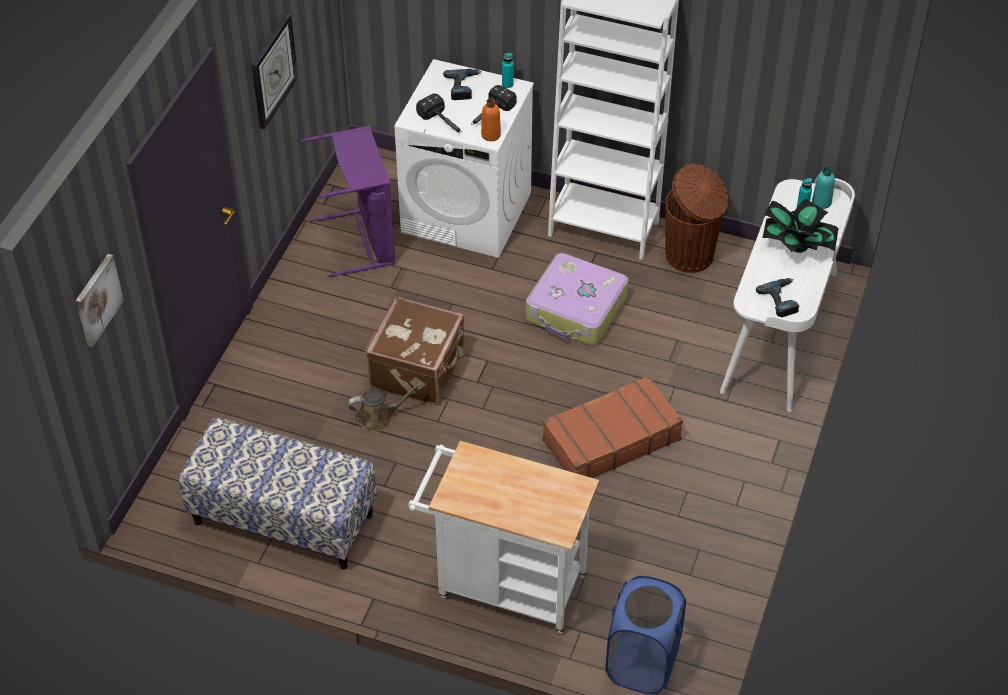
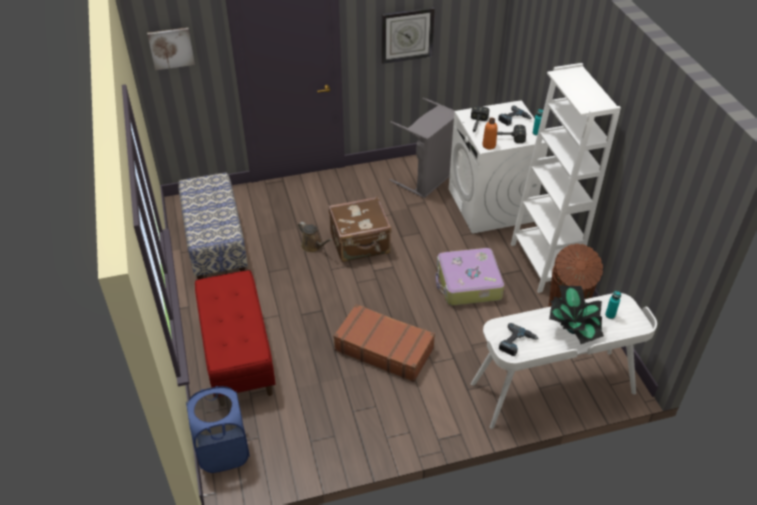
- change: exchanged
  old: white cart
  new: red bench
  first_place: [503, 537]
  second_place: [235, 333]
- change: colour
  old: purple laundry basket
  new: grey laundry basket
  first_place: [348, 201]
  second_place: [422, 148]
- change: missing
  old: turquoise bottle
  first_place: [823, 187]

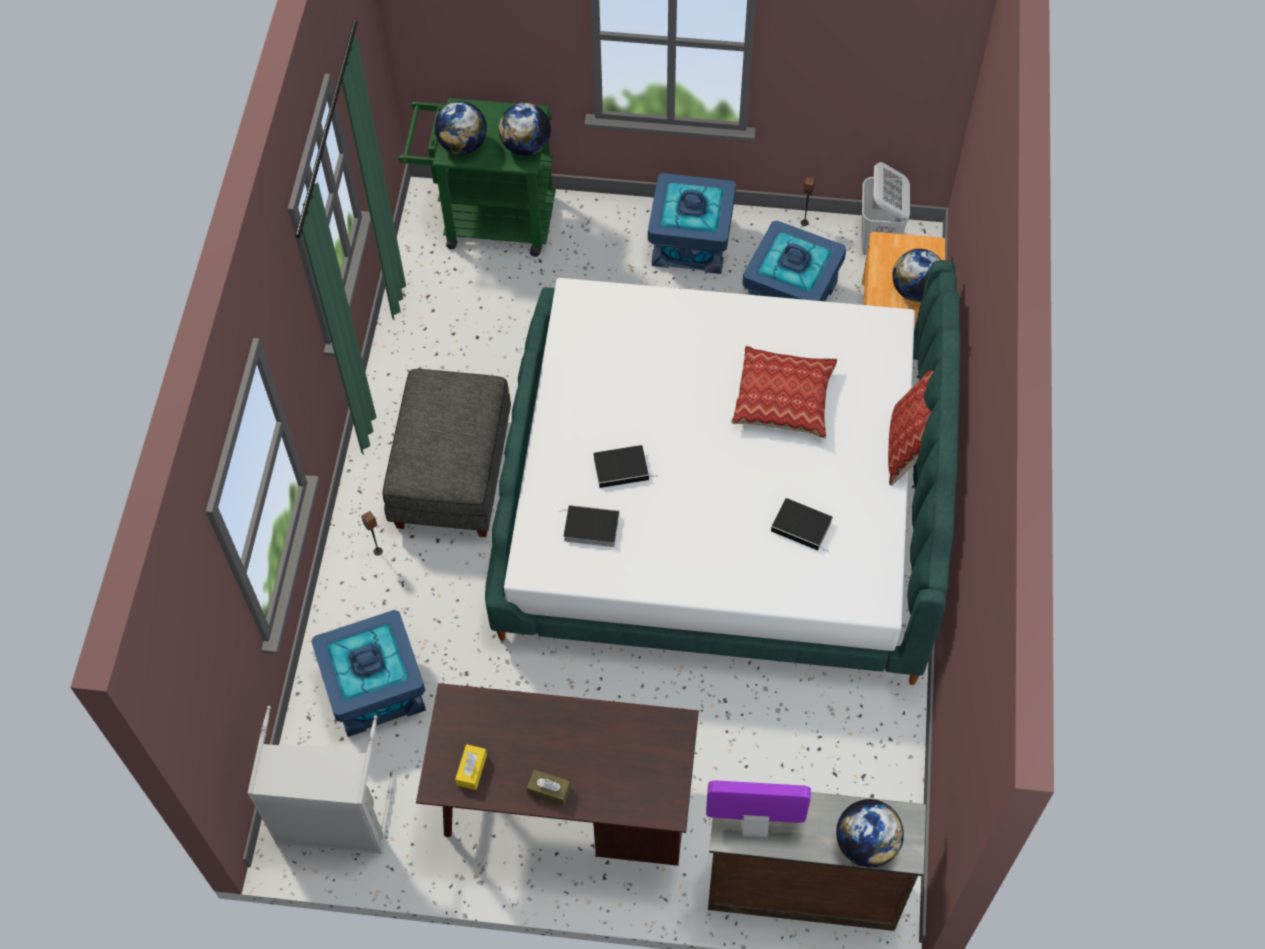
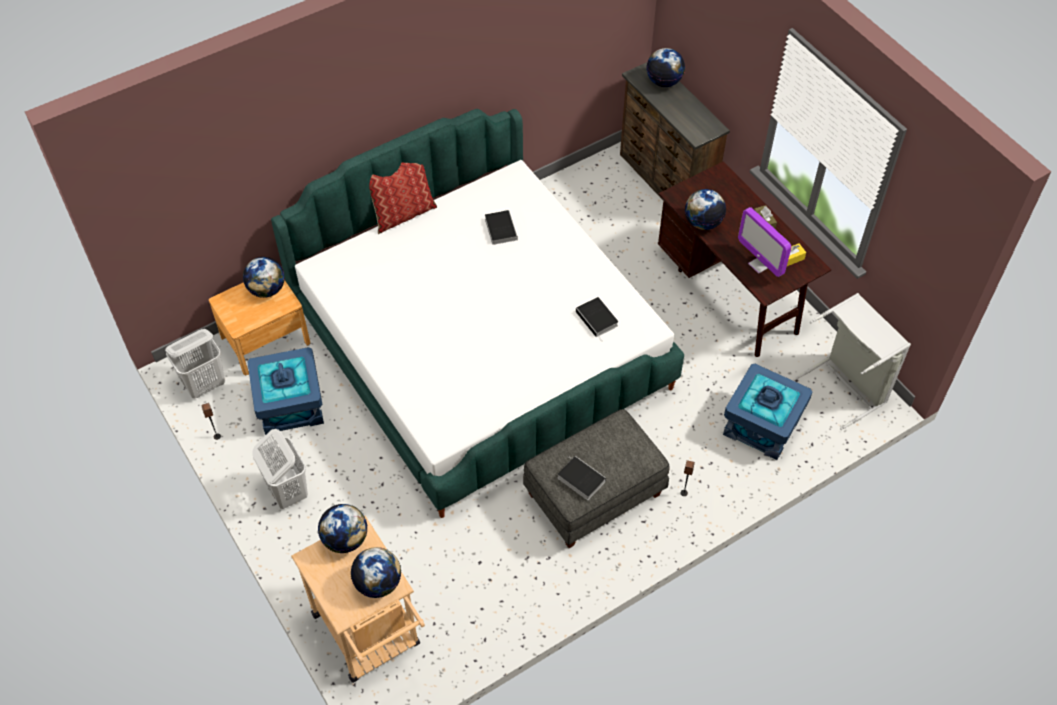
- change: exchanged
  old: blue storage box
  new: white laundry basket
  first_place: [692, 223]
  second_place: [280, 469]
- change: colour
  old: green cart
  new: beige cart
  first_place: [477, 177]
  second_place: [358, 599]
- change: relocated
  old: book
  first_place: [625, 466]
  second_place: [582, 478]
- change: appeared
  new: globe
  second_place: [705, 209]
- change: relocated
  old: monitor
  first_place: [758, 809]
  second_place: [764, 242]
- change: missing
  old: pillow
  first_place: [784, 392]

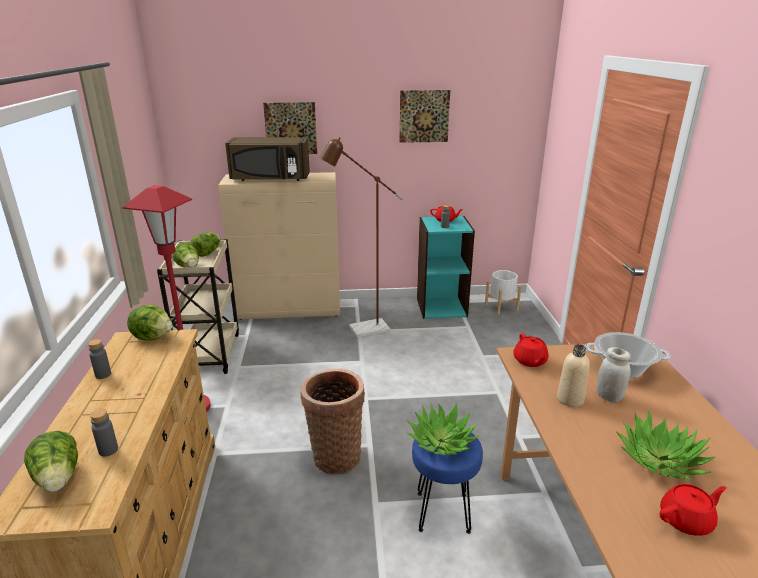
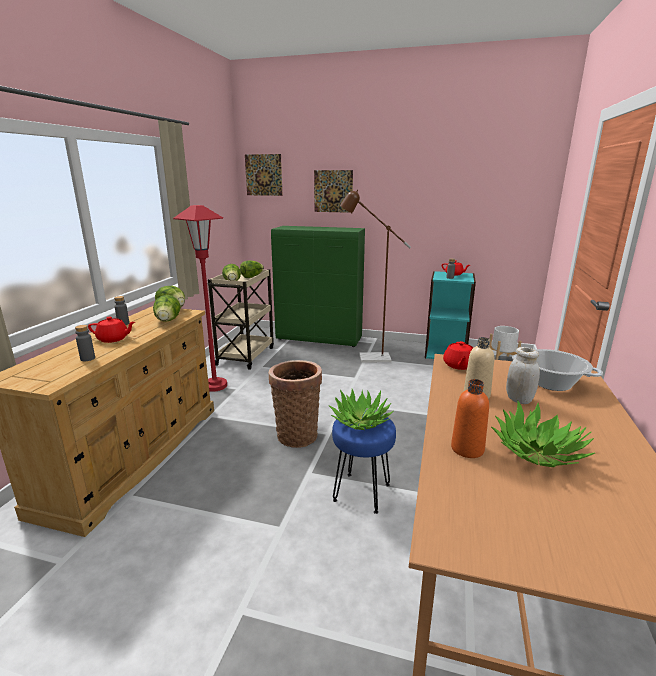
- change: relocated
  old: red teapot
  first_place: [693, 510]
  second_place: [111, 330]
- change: relocated
  old: lettuce
  first_place: [51, 461]
  second_place: [167, 308]
- change: relocated
  old: picture
  first_place: [424, 116]
  second_place: [264, 175]
- change: colour
  old: beige cabinet
  new: green cabinet
  first_place: [279, 246]
  second_place: [318, 286]
- change: appeared
  new: orange bottle
  second_place: [470, 418]
- change: missing
  old: brown microwave
  first_place: [267, 159]

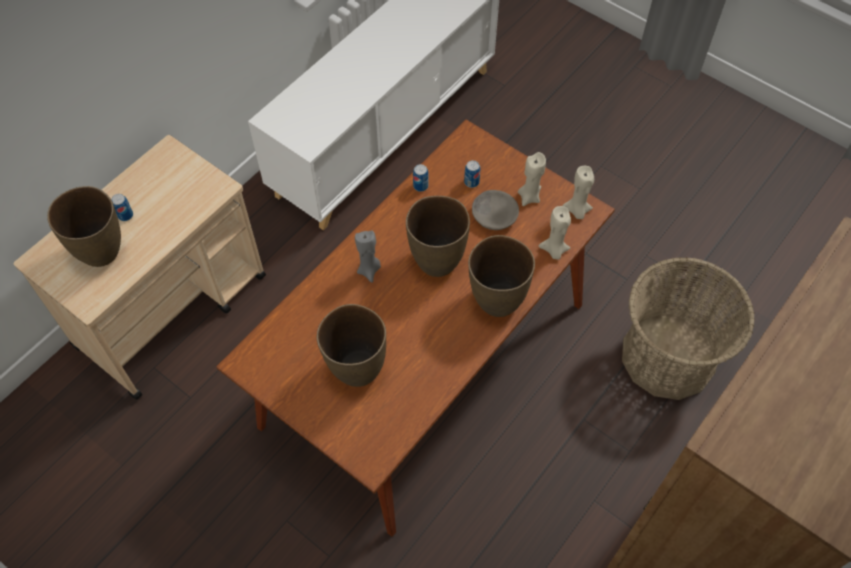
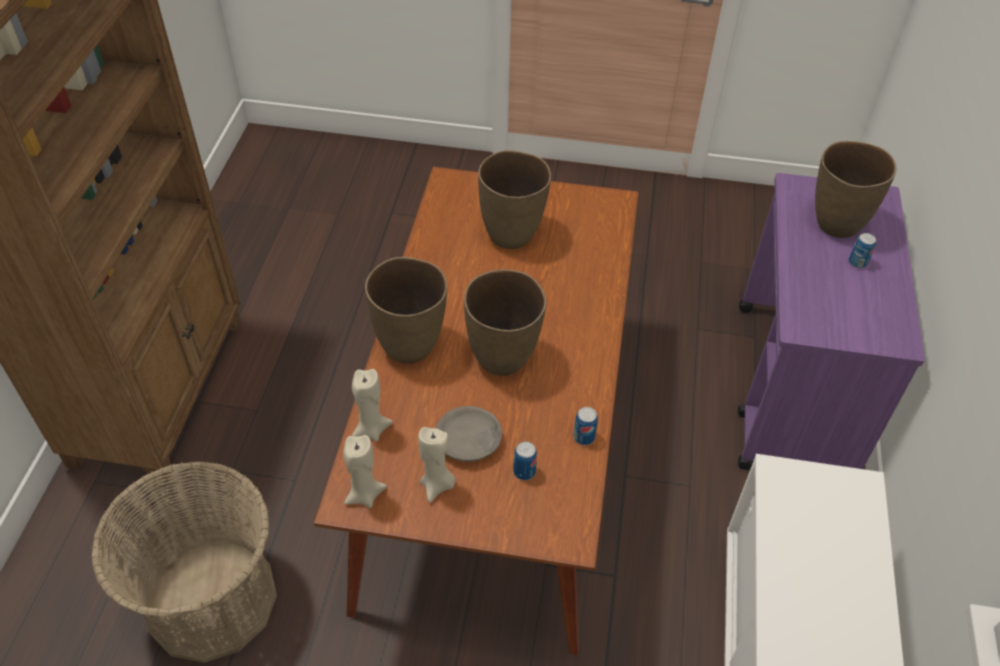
- change: colour
  old: beige cart
  new: purple cart
  first_place: [140, 267]
  second_place: [831, 321]
- change: missing
  old: grey candle
  first_place: [368, 257]

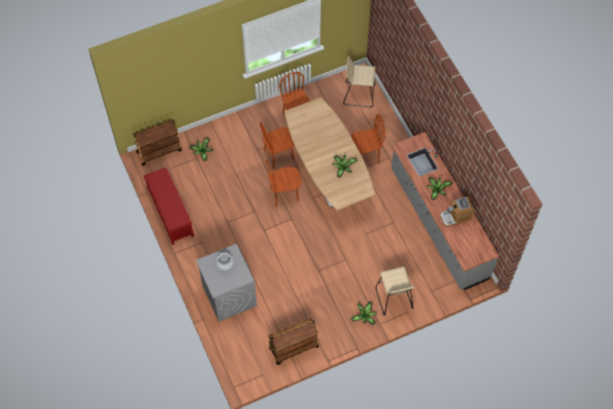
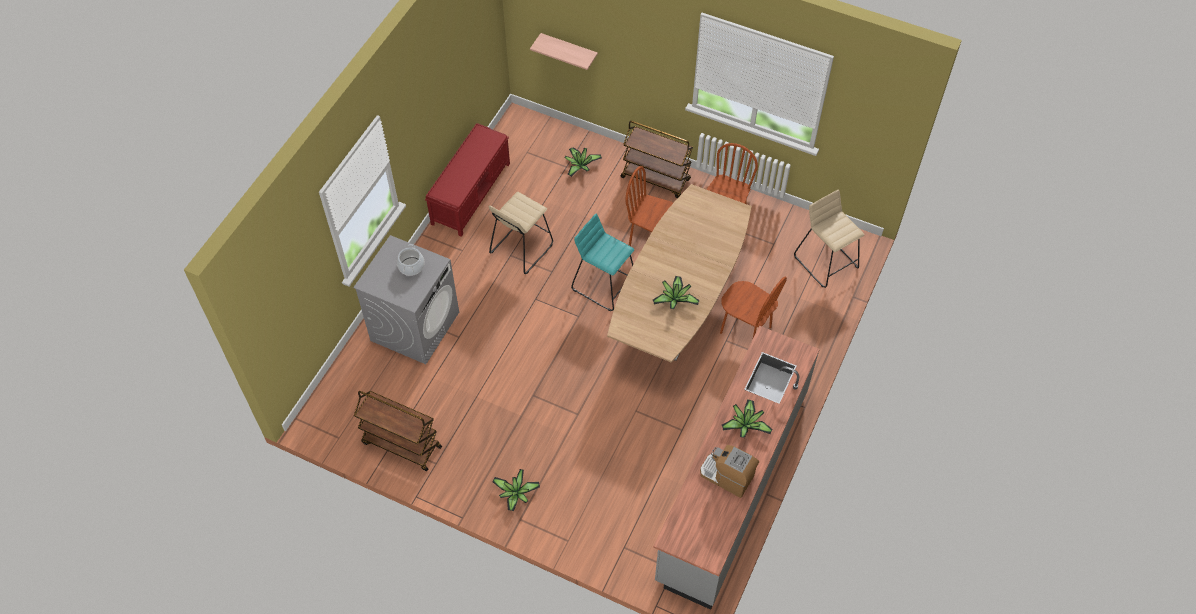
- change: relocated
  old: beige stool
  first_place: [395, 291]
  second_place: [520, 233]
- change: appeared
  new: shelf
  second_place: [564, 51]
- change: exchanged
  old: brown chair
  new: turquoise stool
  first_place: [284, 183]
  second_place: [602, 262]
- change: relocated
  old: brown cart
  first_place: [157, 142]
  second_place: [656, 159]

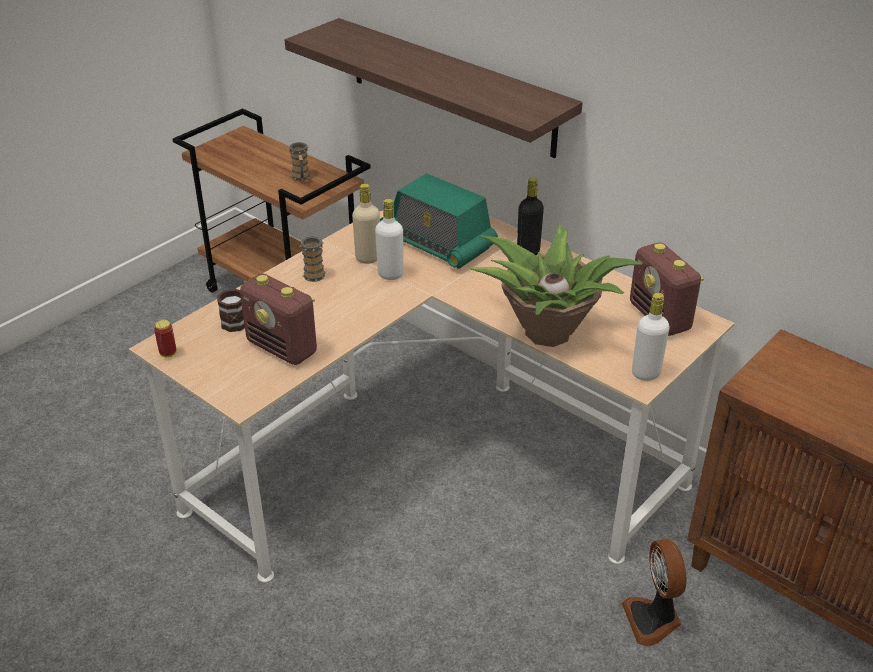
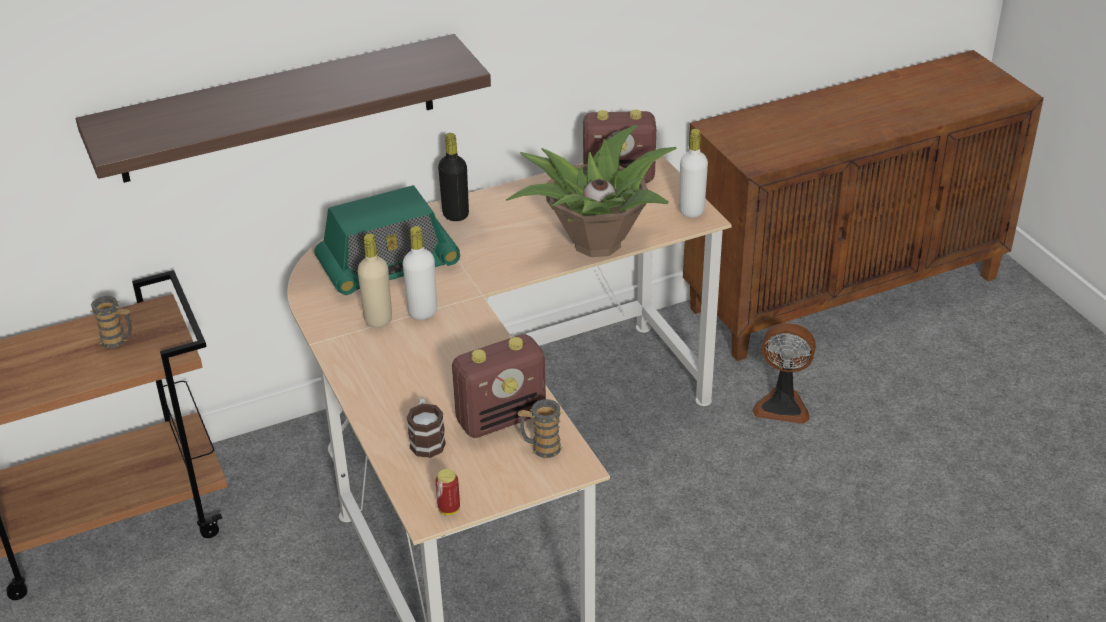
- change: relocated
  old: mug
  first_place: [313, 259]
  second_place: [540, 428]

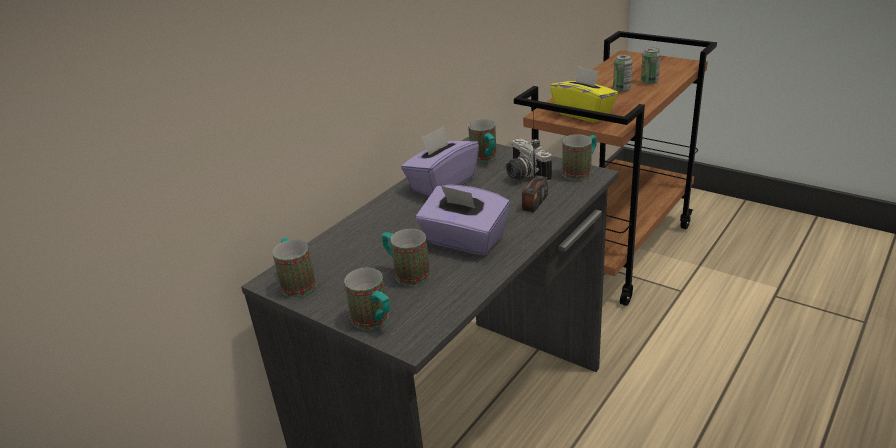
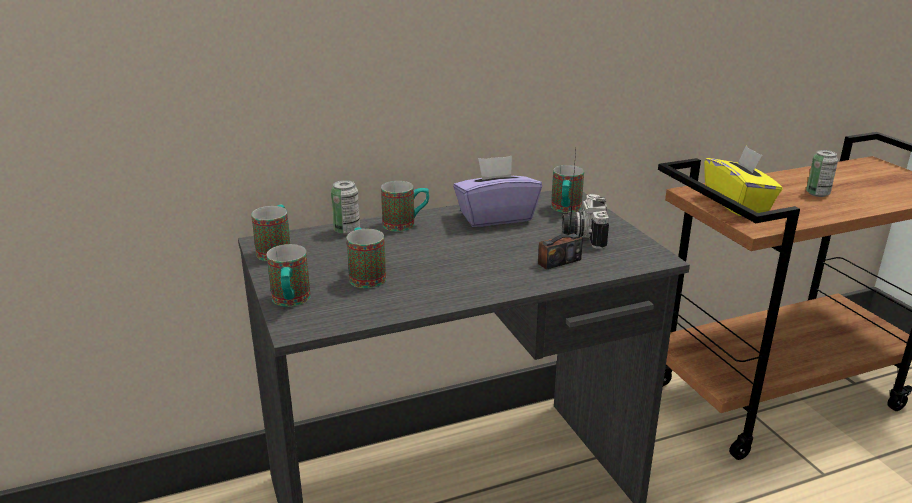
- change: relocated
  old: can
  first_place: [651, 65]
  second_place: [345, 207]
- change: relocated
  old: mug
  first_place: [579, 157]
  second_place: [405, 206]
- change: missing
  old: purple tissue box
  first_place: [463, 220]

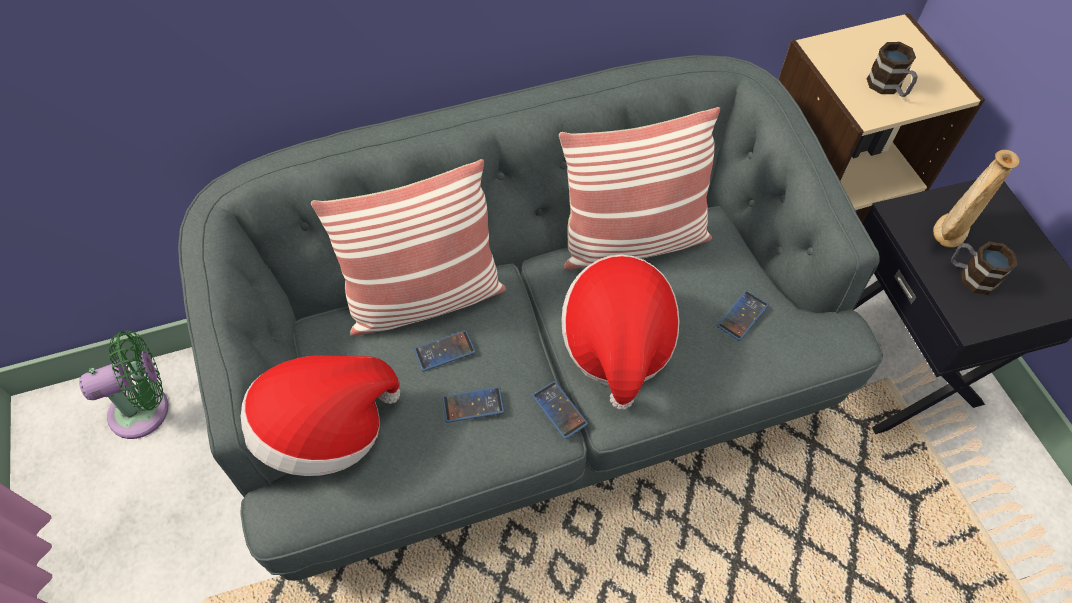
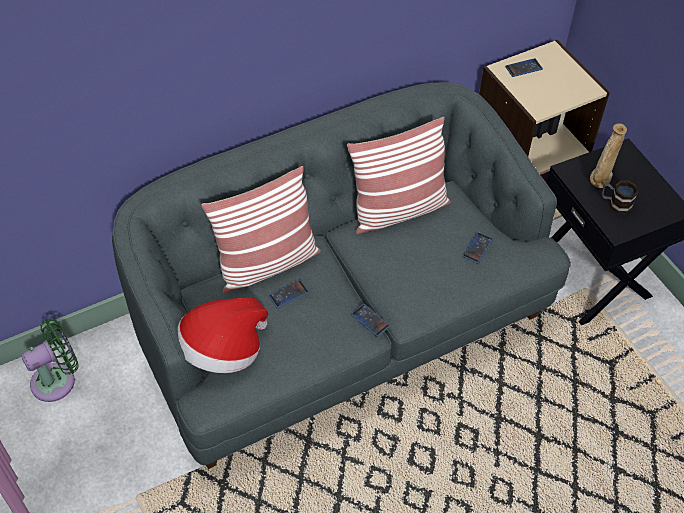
- change: relocated
  old: phone
  first_place: [473, 405]
  second_place: [524, 67]
- change: missing
  old: hat
  first_place: [620, 332]
- change: missing
  old: mug
  first_place: [892, 69]

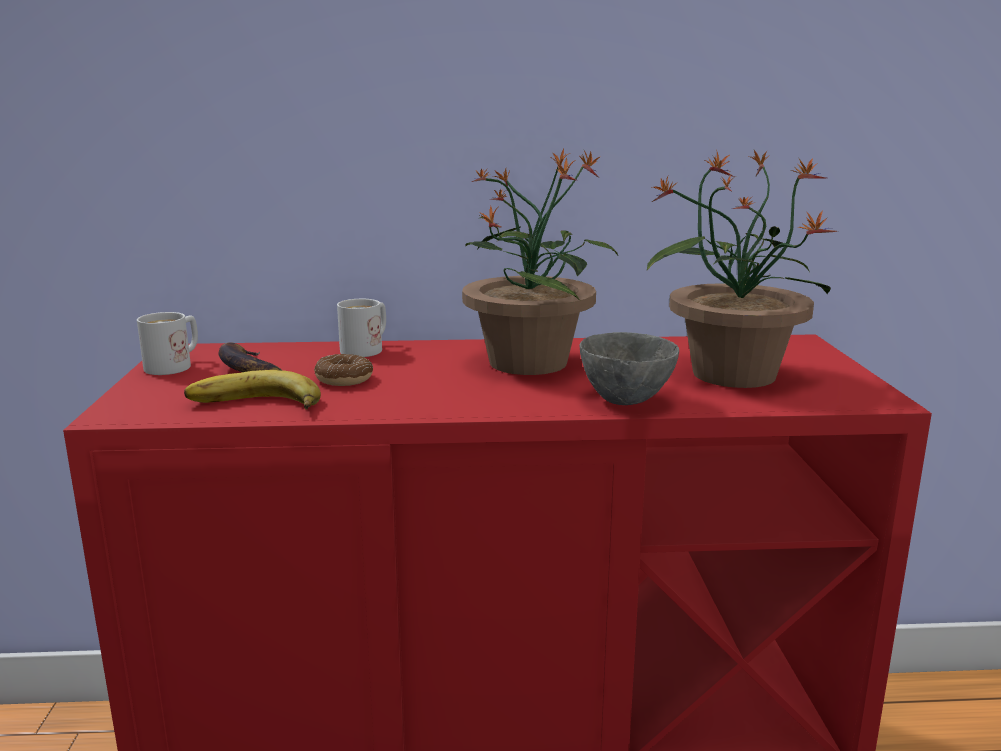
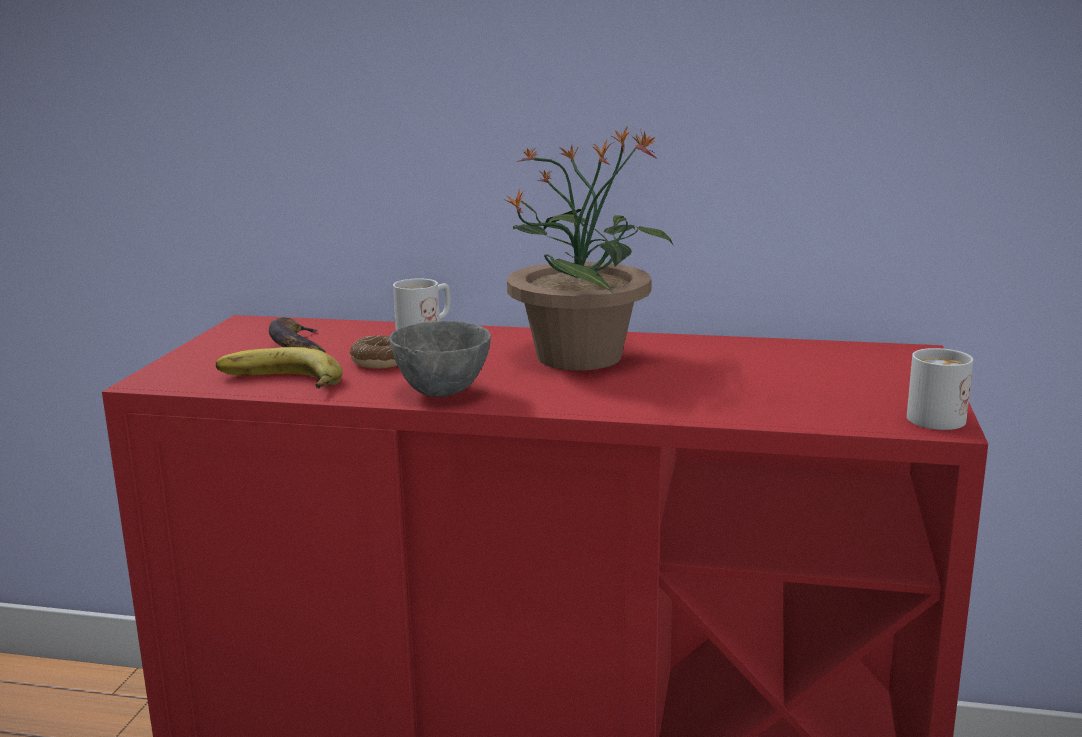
- change: relocated
  old: grey bowl
  first_place: [629, 368]
  second_place: [440, 359]
- change: relocated
  old: white mug
  first_place: [167, 343]
  second_place: [940, 389]
- change: missing
  old: potted plant
  first_place: [742, 269]

